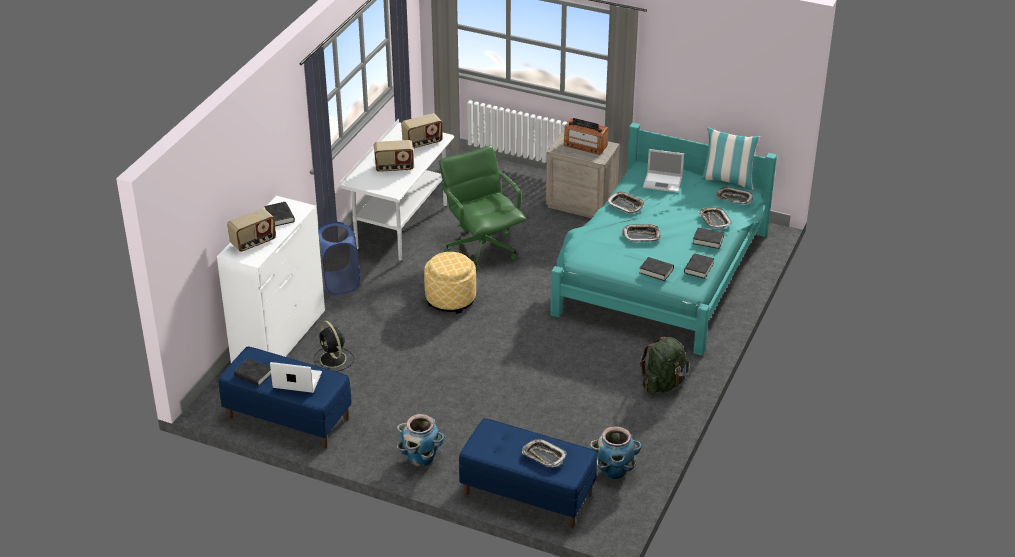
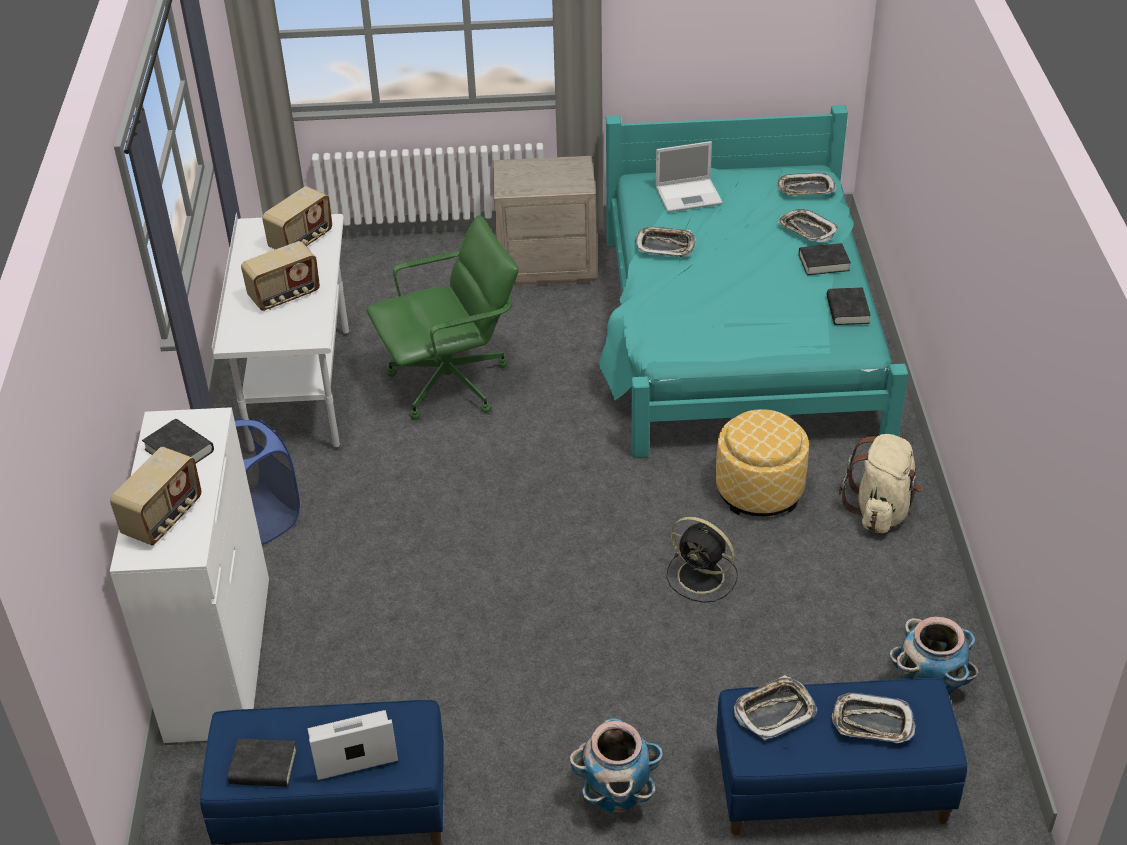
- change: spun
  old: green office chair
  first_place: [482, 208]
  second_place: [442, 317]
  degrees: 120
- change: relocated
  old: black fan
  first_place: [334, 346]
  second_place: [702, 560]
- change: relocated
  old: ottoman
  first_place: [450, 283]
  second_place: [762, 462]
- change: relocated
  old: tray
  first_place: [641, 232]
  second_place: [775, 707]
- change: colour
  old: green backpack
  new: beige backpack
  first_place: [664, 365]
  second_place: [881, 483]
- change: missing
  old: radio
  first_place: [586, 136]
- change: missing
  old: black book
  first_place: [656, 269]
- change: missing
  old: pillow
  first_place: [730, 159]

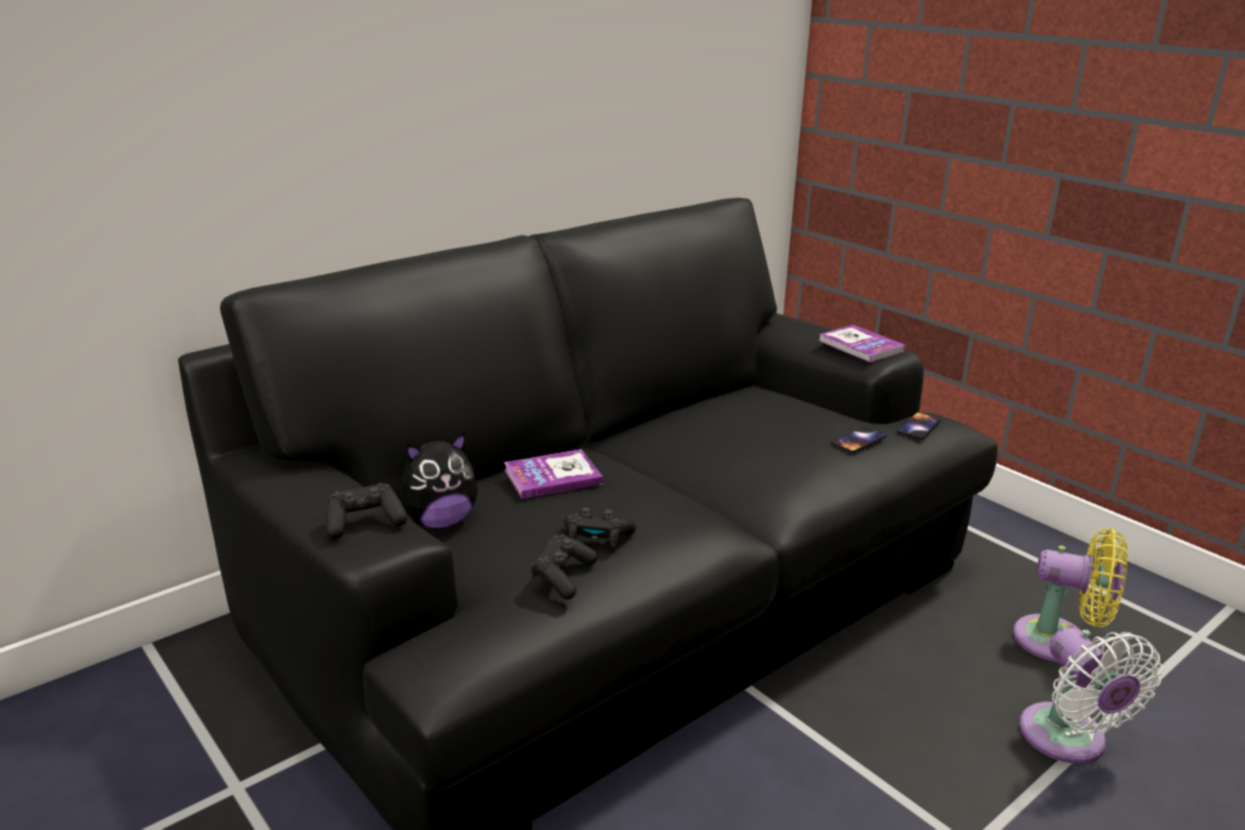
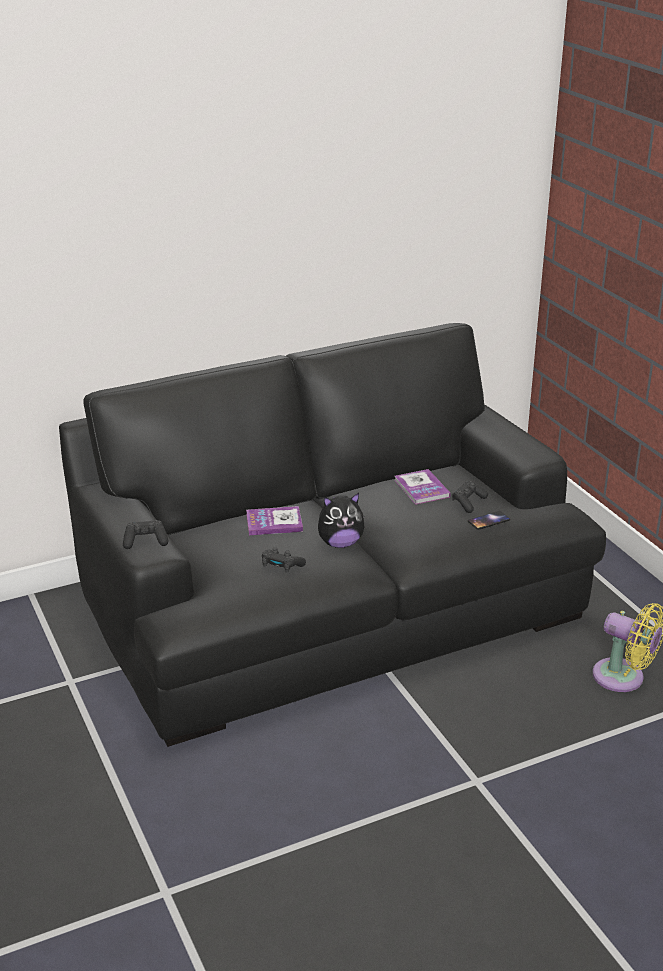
- change: relocated
  old: plush toy
  first_place: [439, 481]
  second_place: [341, 520]
- change: relocated
  old: book
  first_place: [862, 343]
  second_place: [422, 487]
- change: relocated
  old: black game controller
  first_place: [564, 567]
  second_place: [470, 497]
- change: missing
  old: phone
  first_place: [919, 426]
- change: missing
  old: white fan
  first_place: [1091, 696]

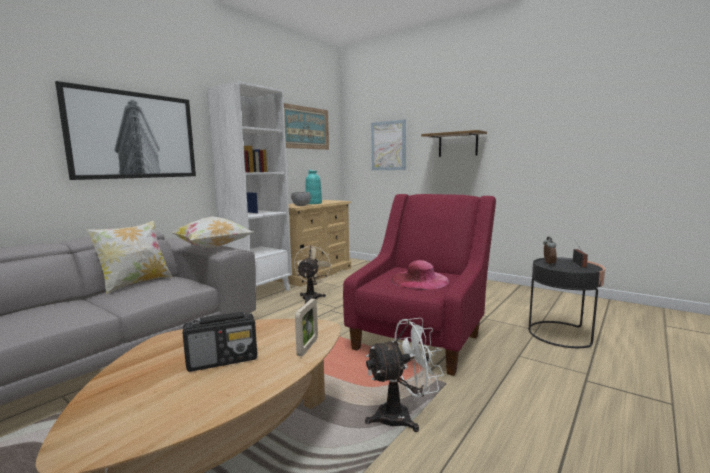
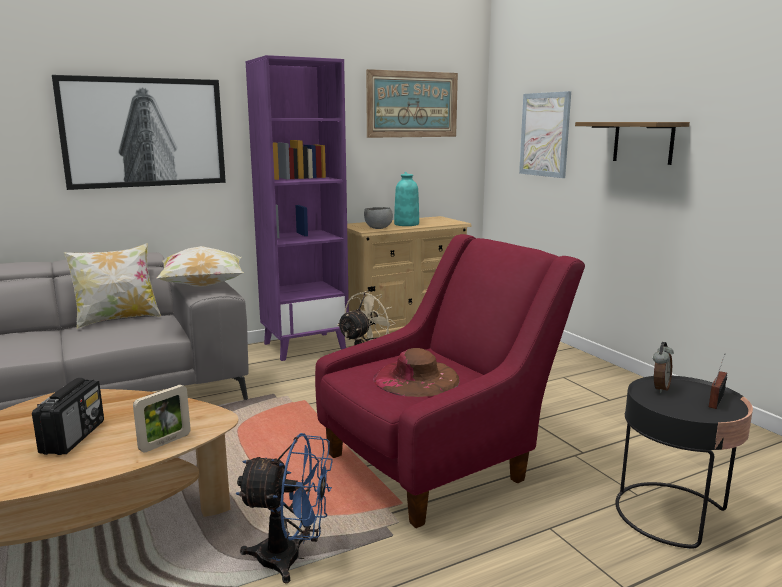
- change: spun
  old: radio
  first_place: [220, 342]
  second_place: [68, 416]
  degrees: -90
- change: colour
  old: white fan
  new: blue fan
  first_place: [404, 375]
  second_place: [284, 508]
- change: colour
  old: white bookcase
  new: purple bookcase
  first_place: [249, 186]
  second_place: [297, 208]
- change: colour
  old: pink hat
  new: brown hat
  first_place: [420, 275]
  second_place: [416, 372]

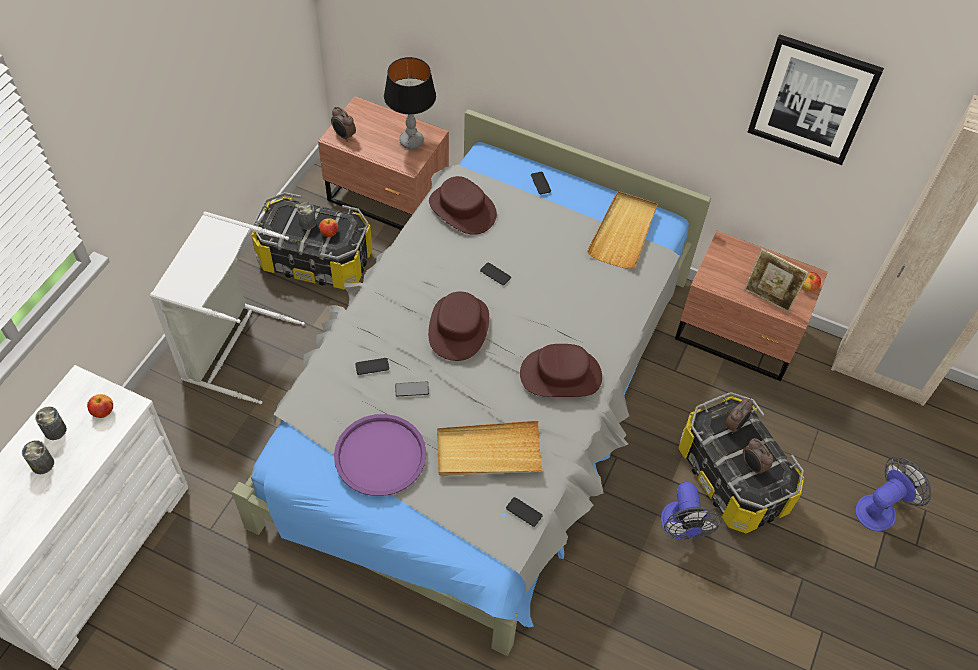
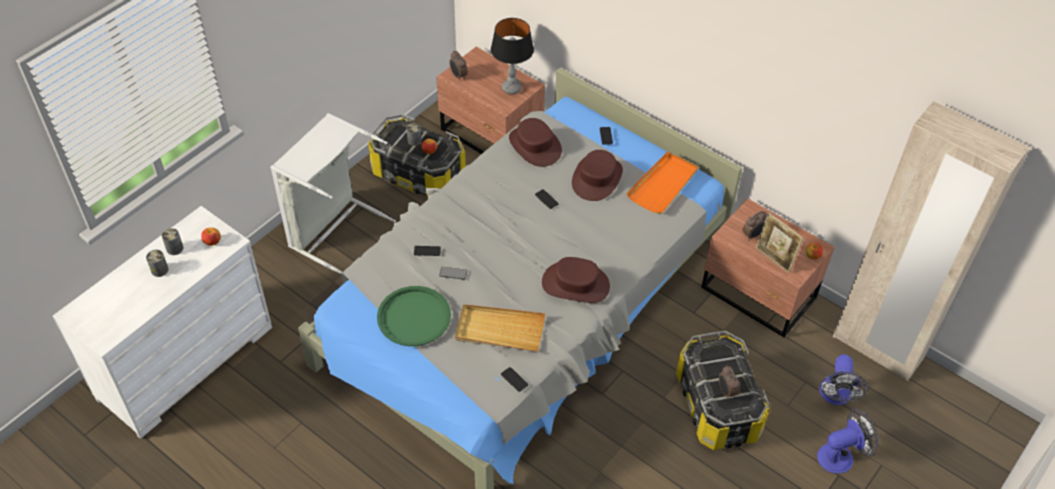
- change: colour
  old: purple tray
  new: green tray
  first_place: [380, 455]
  second_place: [414, 316]
- change: relocated
  old: brown hat
  first_place: [458, 326]
  second_place: [597, 175]
- change: colour
  old: beige tray
  new: orange tray
  first_place: [622, 230]
  second_place: [662, 183]
- change: relocated
  old: alarm clock
  first_place: [738, 416]
  second_place: [754, 226]
- change: relocated
  old: fan
  first_place: [691, 511]
  second_place: [844, 379]
- change: missing
  old: picture
  first_place: [816, 99]

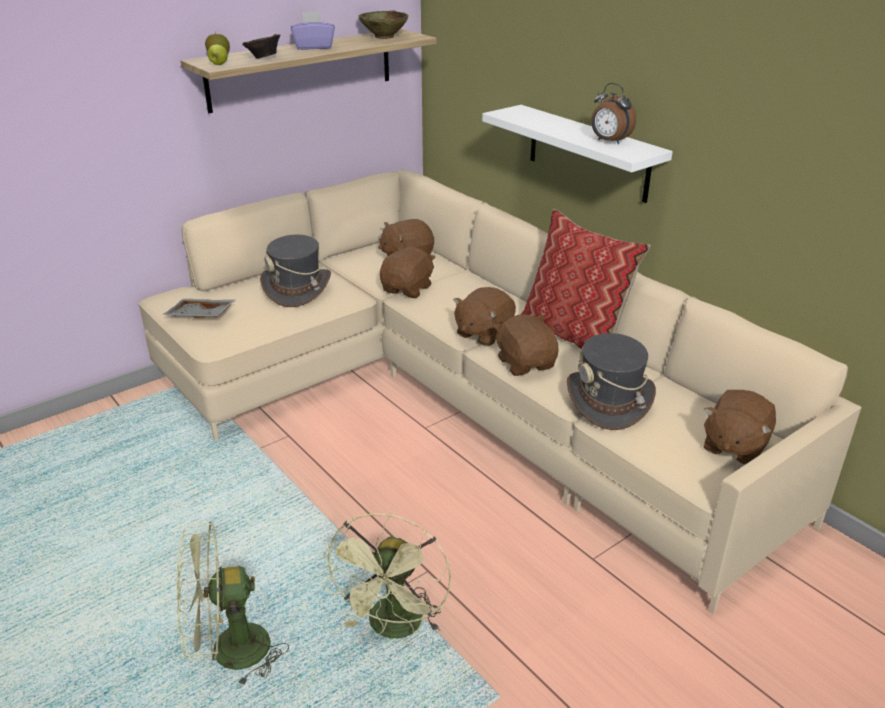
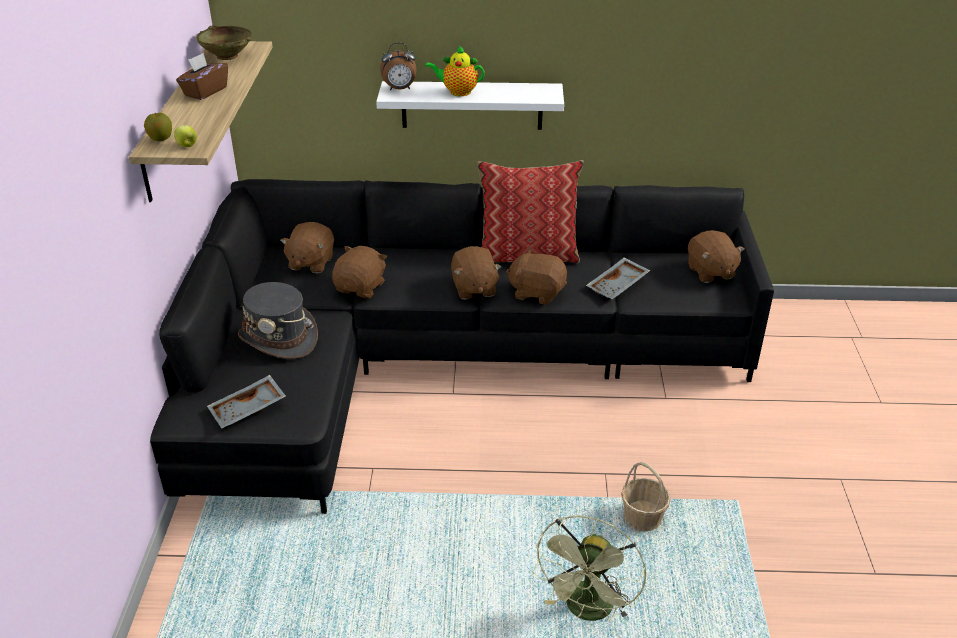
- change: colour
  old: beige sofa
  new: black sofa
  first_place: [500, 392]
  second_place: [462, 346]
- change: colour
  old: purple tissue box
  new: brown tissue box
  first_place: [313, 30]
  second_place: [202, 76]
- change: spun
  old: brown plush toy
  first_place: [408, 272]
  second_place: [359, 272]
  degrees: 45
- change: relocated
  old: alarm clock
  first_place: [613, 113]
  second_place: [398, 66]
- change: appeared
  new: teapot
  second_place: [455, 70]
- change: exchanged
  old: grey hat
  new: grey tray
  first_place: [611, 381]
  second_place: [618, 278]
- change: exchanged
  old: green fan
  new: basket
  first_place: [387, 575]
  second_place: [646, 496]
- change: missing
  old: brown bowl
  first_place: [261, 46]

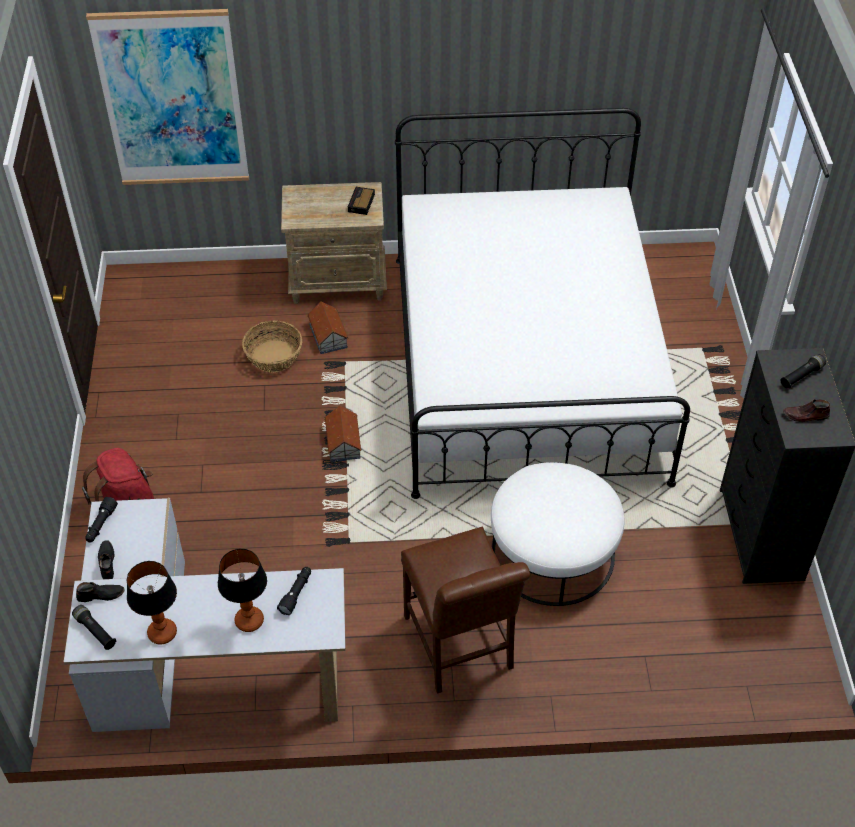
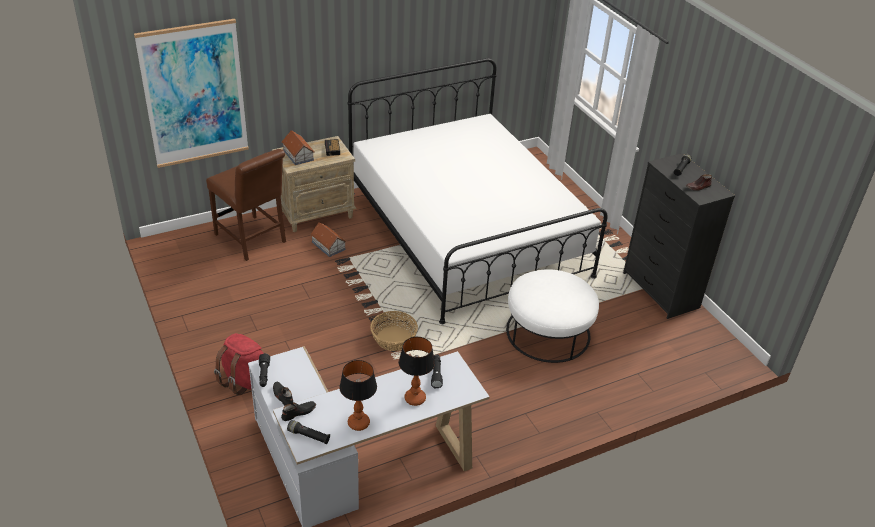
- change: relocated
  old: brown chair
  first_place: [465, 610]
  second_place: [246, 205]
- change: relocated
  old: toy house
  first_place: [343, 433]
  second_place: [298, 147]
- change: relocated
  old: basket
  first_place: [272, 346]
  second_place: [394, 331]

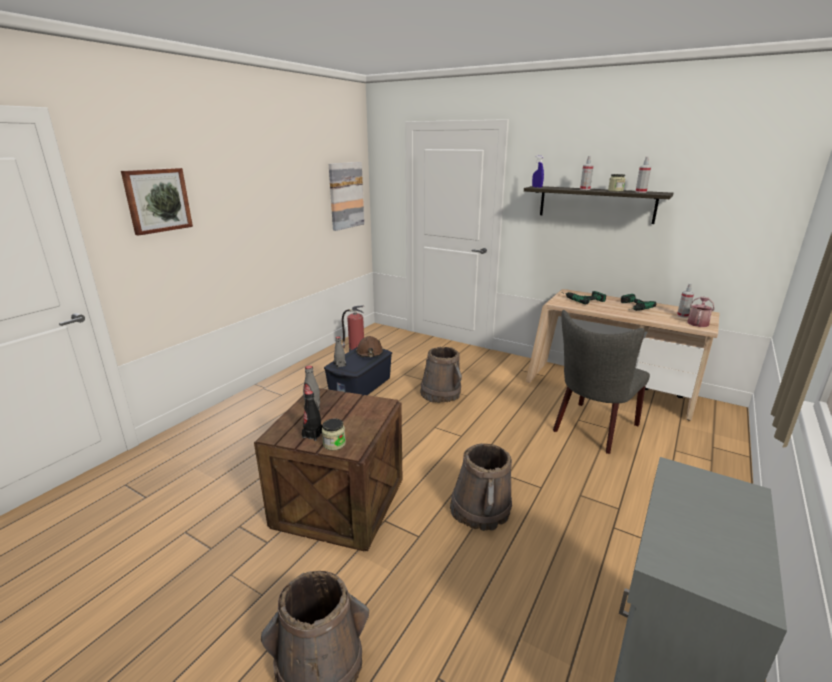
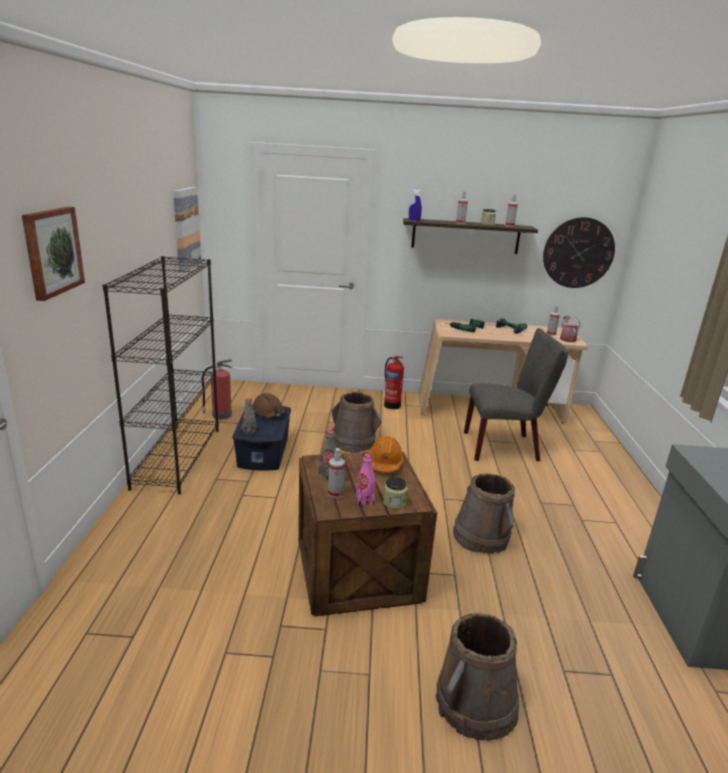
- change: appeared
  new: black bookcase
  second_place: [161, 375]
- change: appeared
  new: spray bottle
  second_place: [336, 473]
- change: colour
  old: black bottle
  new: pink bottle
  first_place: [312, 416]
  second_place: [365, 480]
- change: appeared
  new: orange hard hat
  second_place: [386, 454]
- change: appeared
  new: fire extinguisher
  second_place: [394, 382]
- change: spun
  old: grey chair
  first_place: [601, 382]
  second_place: [516, 395]
  degrees: -105
- change: appeared
  new: wall clock
  second_place: [579, 252]

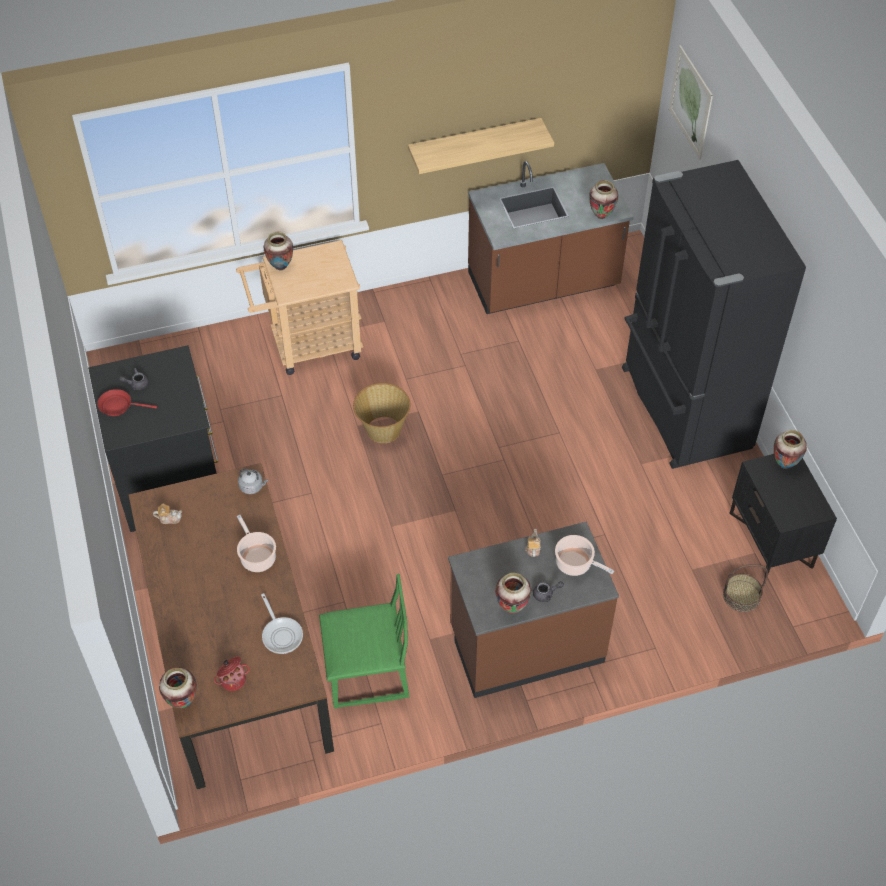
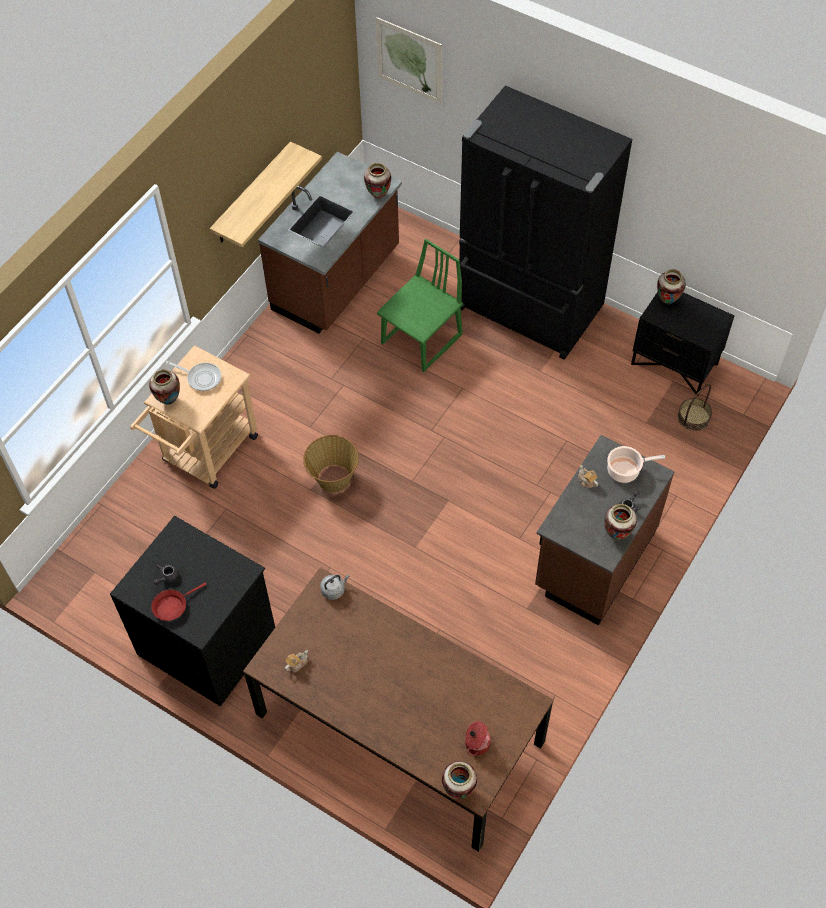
- change: relocated
  old: frying pan
  first_place: [282, 623]
  second_place: [193, 376]
- change: relocated
  old: green chair
  first_place: [364, 641]
  second_place: [420, 305]
- change: missing
  old: cooking pot
  first_place: [256, 543]

